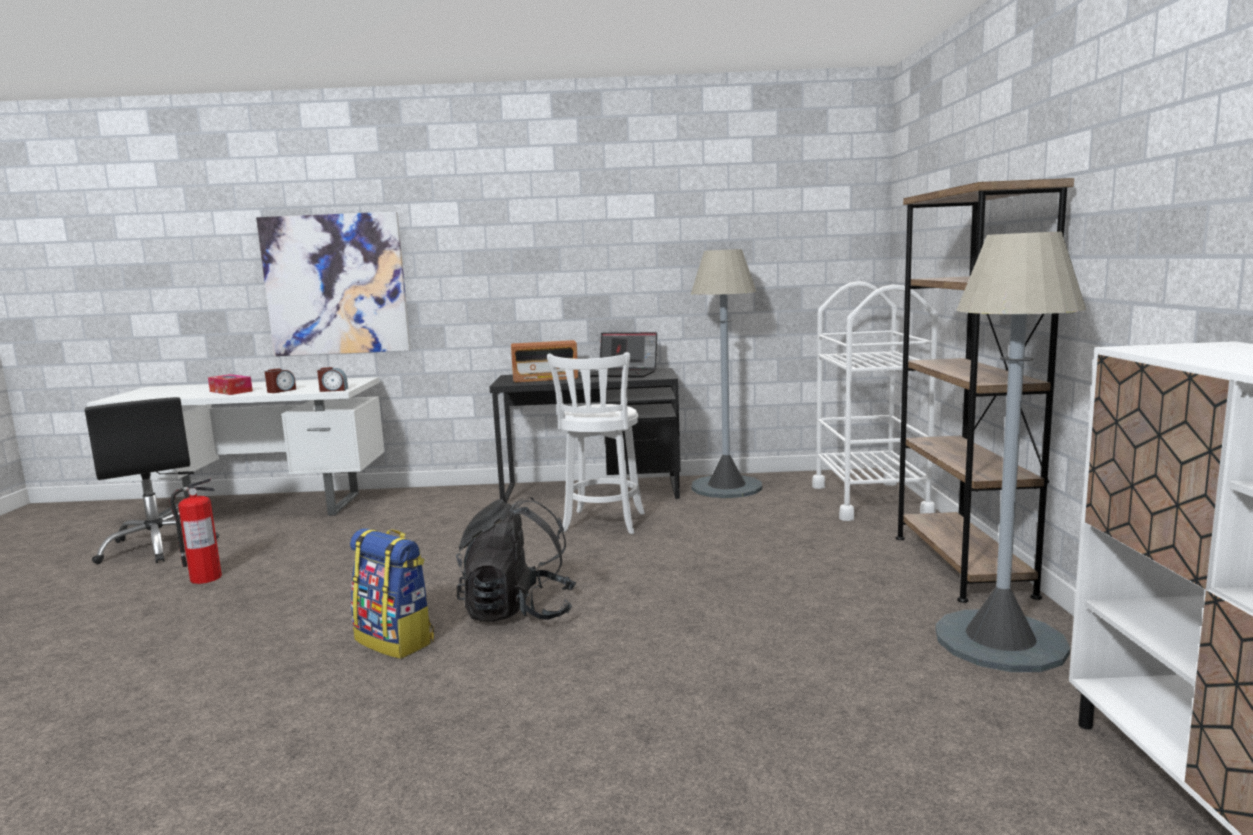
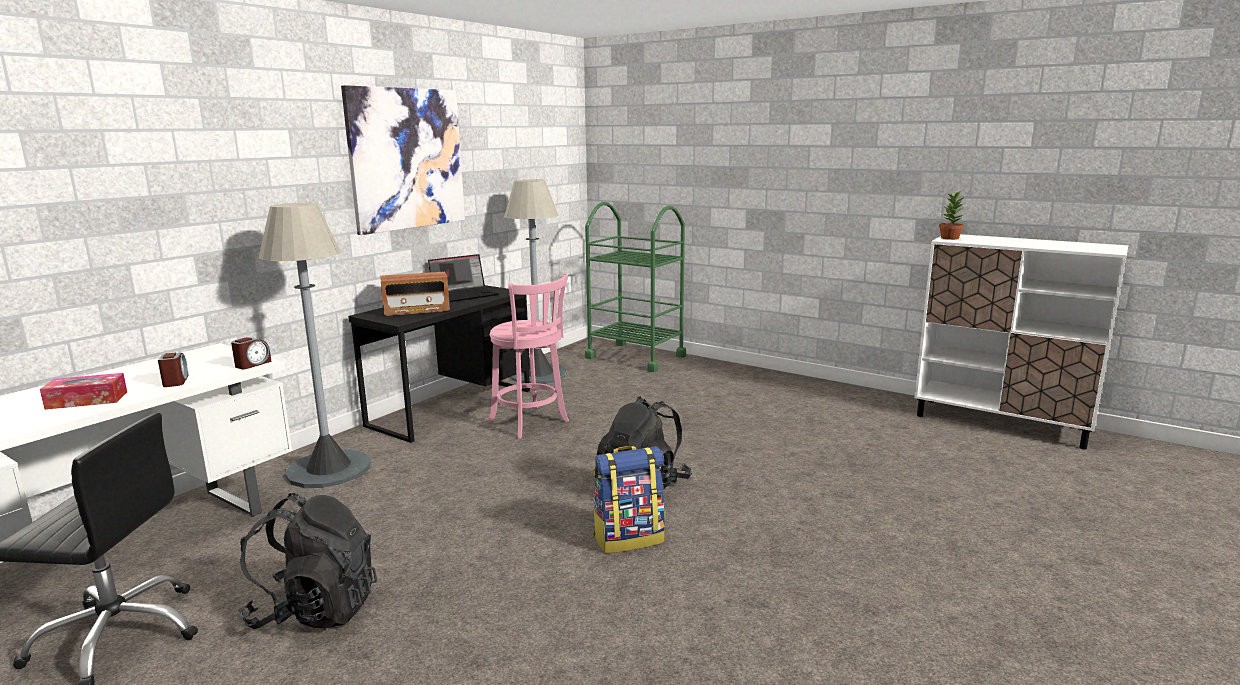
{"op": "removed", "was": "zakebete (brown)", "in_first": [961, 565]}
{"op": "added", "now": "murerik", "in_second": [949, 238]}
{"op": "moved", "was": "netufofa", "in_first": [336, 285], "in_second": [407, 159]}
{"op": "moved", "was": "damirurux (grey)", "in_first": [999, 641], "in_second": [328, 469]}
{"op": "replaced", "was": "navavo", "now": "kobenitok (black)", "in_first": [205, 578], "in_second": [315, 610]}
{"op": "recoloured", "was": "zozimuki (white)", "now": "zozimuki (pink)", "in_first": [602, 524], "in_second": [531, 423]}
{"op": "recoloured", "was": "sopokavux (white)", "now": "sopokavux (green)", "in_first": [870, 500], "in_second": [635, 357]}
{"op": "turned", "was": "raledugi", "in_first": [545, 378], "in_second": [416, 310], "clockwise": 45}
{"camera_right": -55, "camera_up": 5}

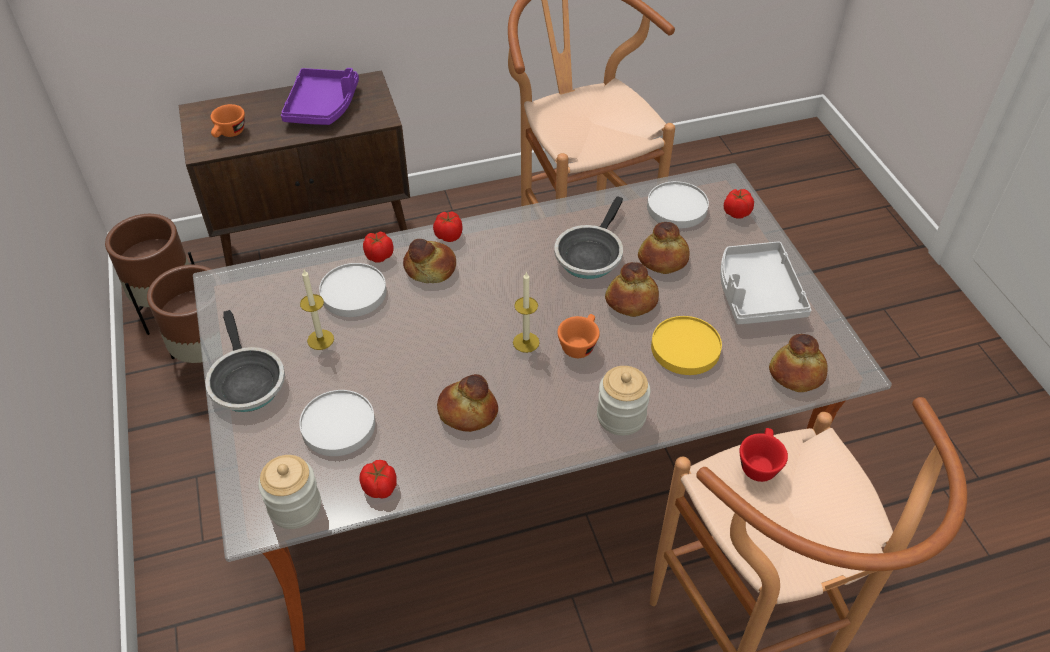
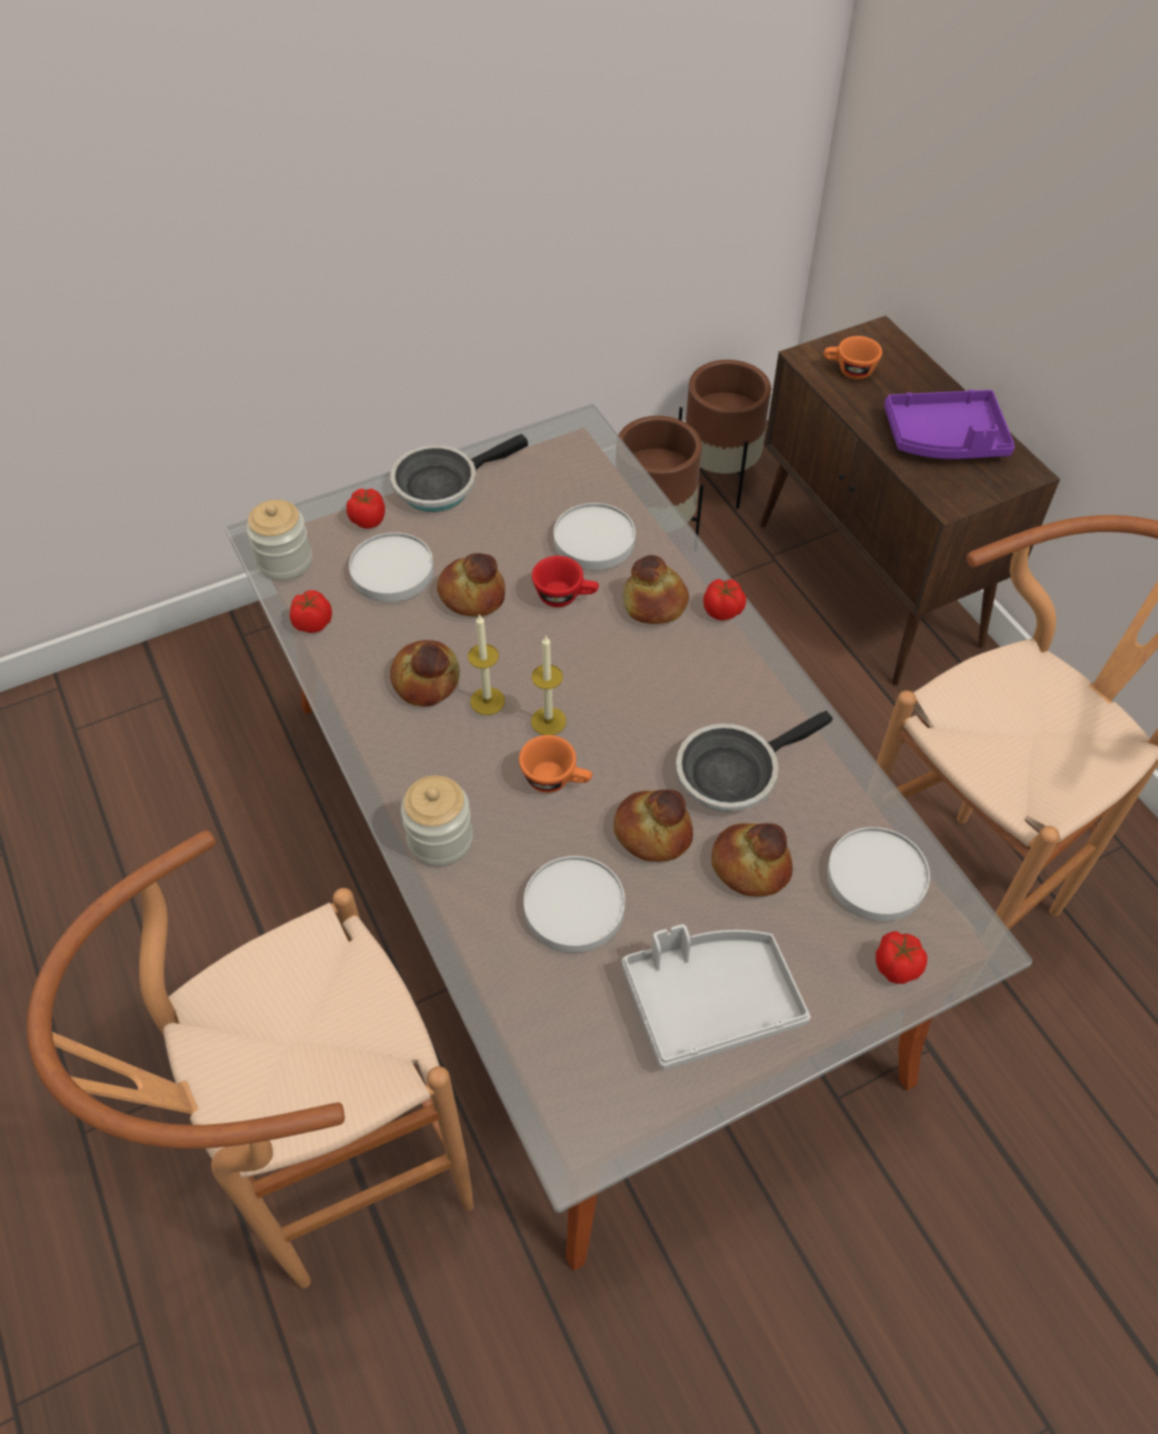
{"op": "moved", "was": "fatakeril", "in_first": [320, 339], "in_second": [487, 701]}
{"op": "moved", "was": "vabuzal", "in_first": [378, 255], "in_second": [368, 519]}
{"op": "moved", "was": "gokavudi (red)", "in_first": [759, 463], "in_second": [565, 596]}
{"op": "moved", "was": "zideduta", "in_first": [796, 373], "in_second": [472, 594]}
{"op": "recoloured", "was": "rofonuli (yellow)", "now": "rofonuli (white)", "in_first": [686, 348], "in_second": [574, 908]}
{"op": "turned", "was": "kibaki", "in_first": [590, 254], "in_second": [733, 772], "clockwise": -45}
{"camera_right": 80, "camera_up": 5}

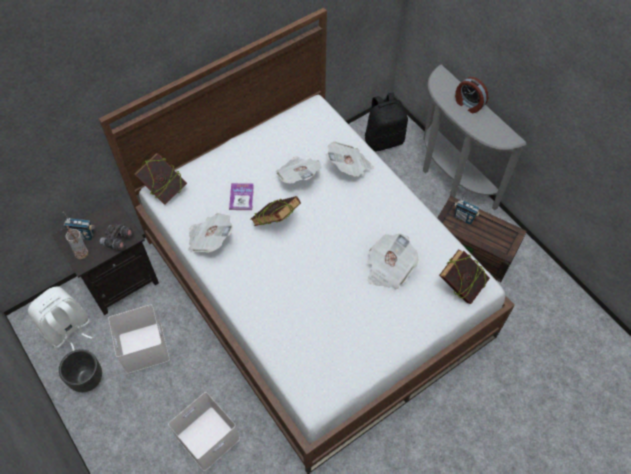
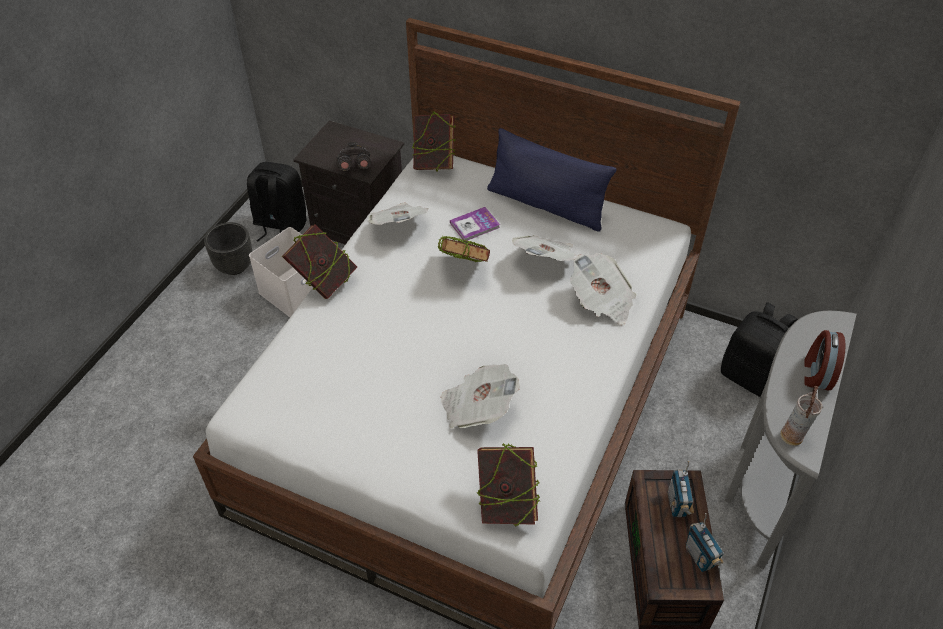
{"op": "removed", "was": "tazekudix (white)", "in_first": [208, 436]}
{"op": "added", "now": "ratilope", "in_second": [323, 282]}
{"op": "added", "now": "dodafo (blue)", "in_second": [546, 205]}
{"op": "moved", "was": "raledugi", "in_first": [83, 235], "in_second": [700, 557]}
{"op": "moved", "was": "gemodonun", "in_first": [82, 253], "in_second": [792, 437]}
{"op": "recoloured", "was": "kobenitok (white)", "now": "kobenitok (black)", "in_first": [68, 330], "in_second": [280, 224]}
{"camera_right": 60, "camera_up": -10}

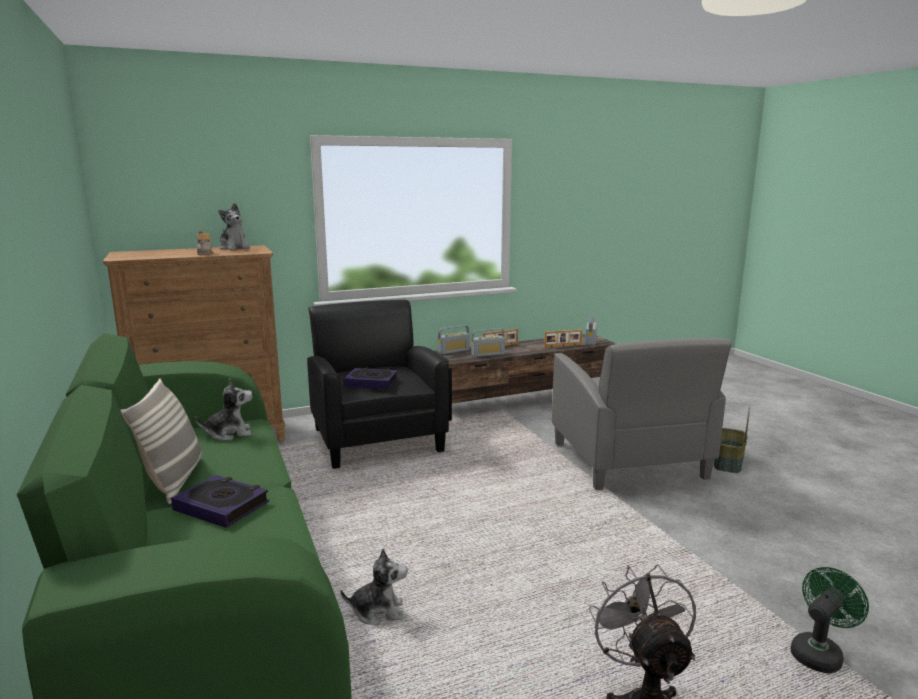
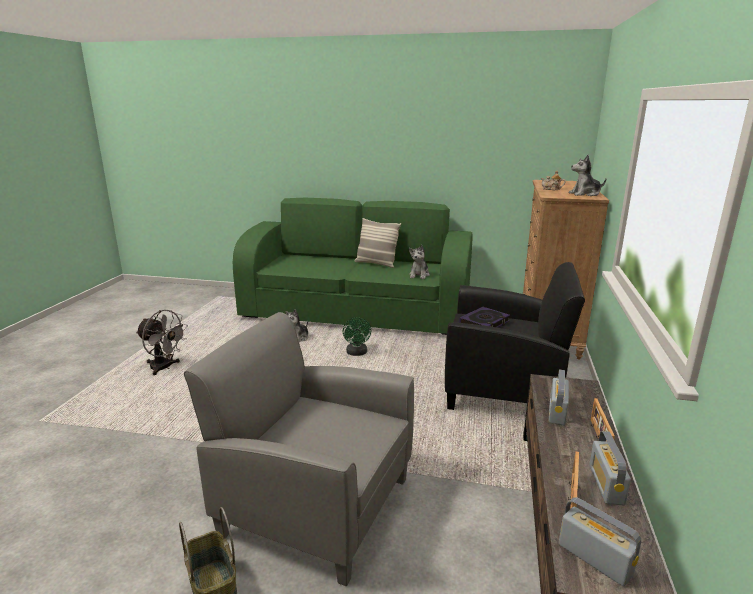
{"op": "removed", "was": "ratilope", "in_first": [221, 506]}
{"op": "moved", "was": "raledugi", "in_first": [453, 351], "in_second": [606, 484]}
{"op": "moved", "was": "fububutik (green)", "in_first": [819, 653], "in_second": [357, 353]}
{"camera_right": 125, "camera_up": 5}

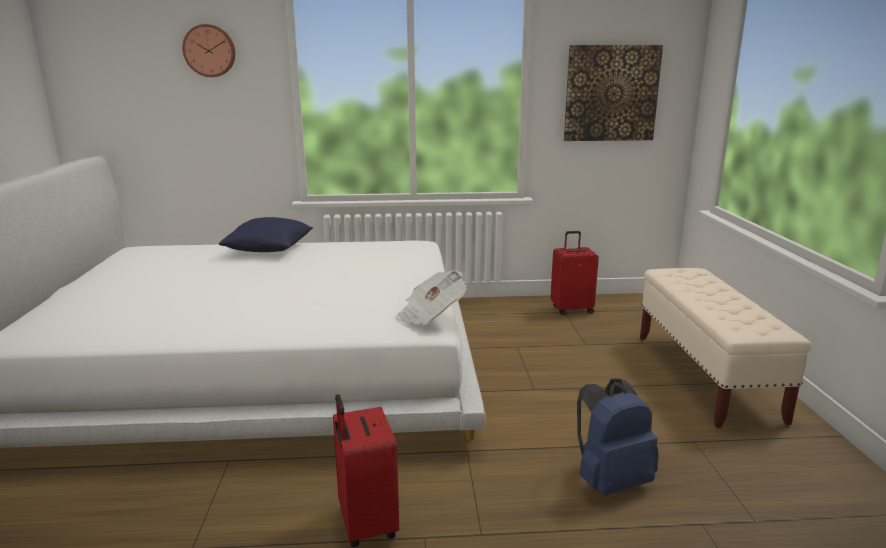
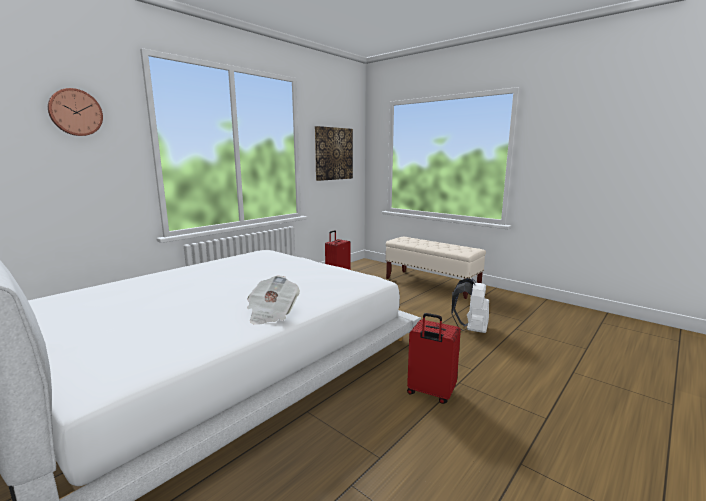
{"op": "removed", "was": "dodafo (blue)", "in_first": [270, 250]}
{"op": "moved", "was": "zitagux", "in_first": [430, 315], "in_second": [272, 313]}
{"op": "recoloured", "was": "kobenitok (blue)", "now": "kobenitok (white)", "in_first": [610, 481], "in_second": [471, 329]}
{"camera_right": -45, "camera_up": -5}

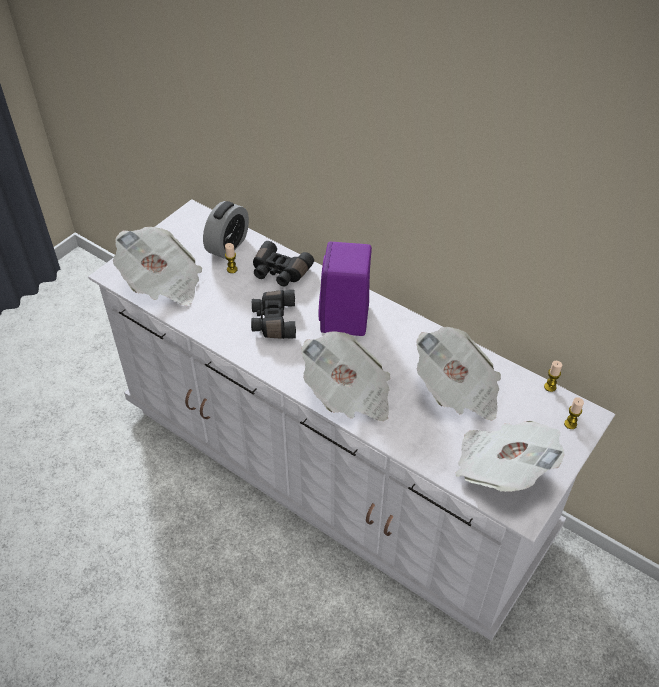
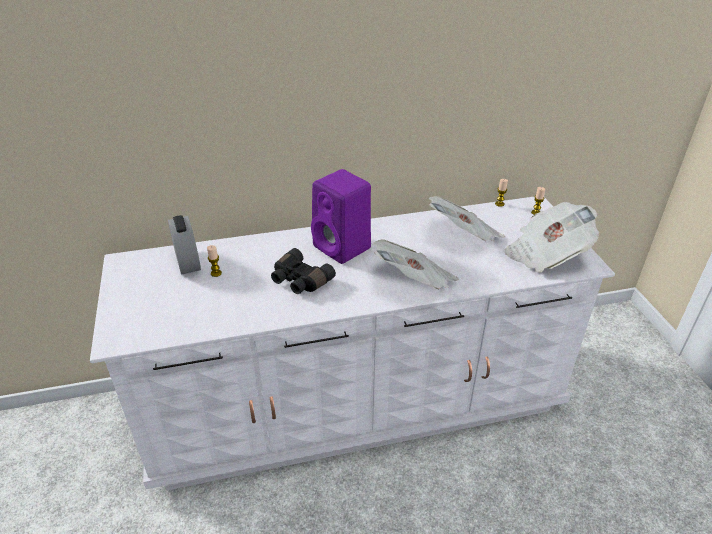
{"op": "removed", "was": "zitagux", "in_first": [162, 283]}
{"op": "removed", "was": "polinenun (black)", "in_first": [279, 272]}
{"camera_right": -50, "camera_up": -10}

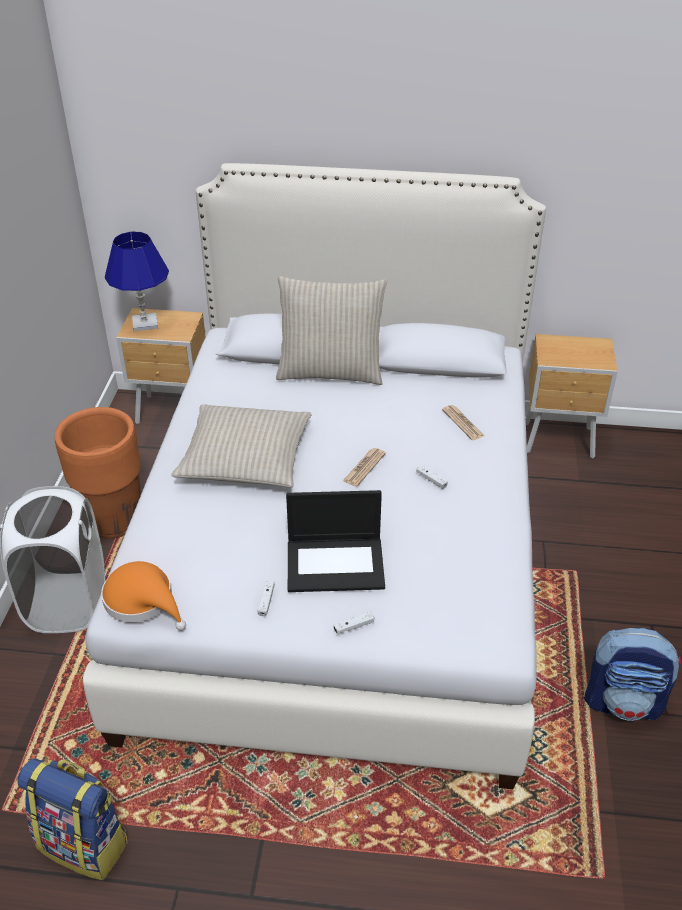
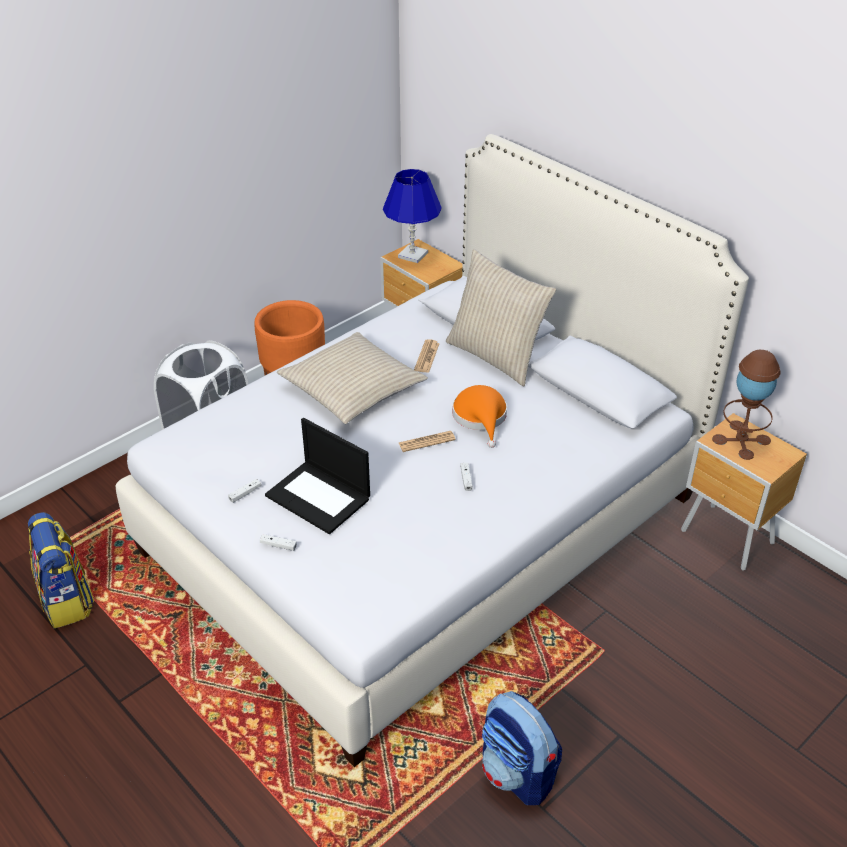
{"op": "added", "now": "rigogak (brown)", "in_second": [741, 440]}
{"op": "moved", "was": "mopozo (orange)", "in_first": [143, 601], "in_second": [481, 417]}
{"op": "moved", "was": "zitagux", "in_first": [463, 423], "in_second": [427, 357]}
{"camera_right": 40, "camera_up": 0}

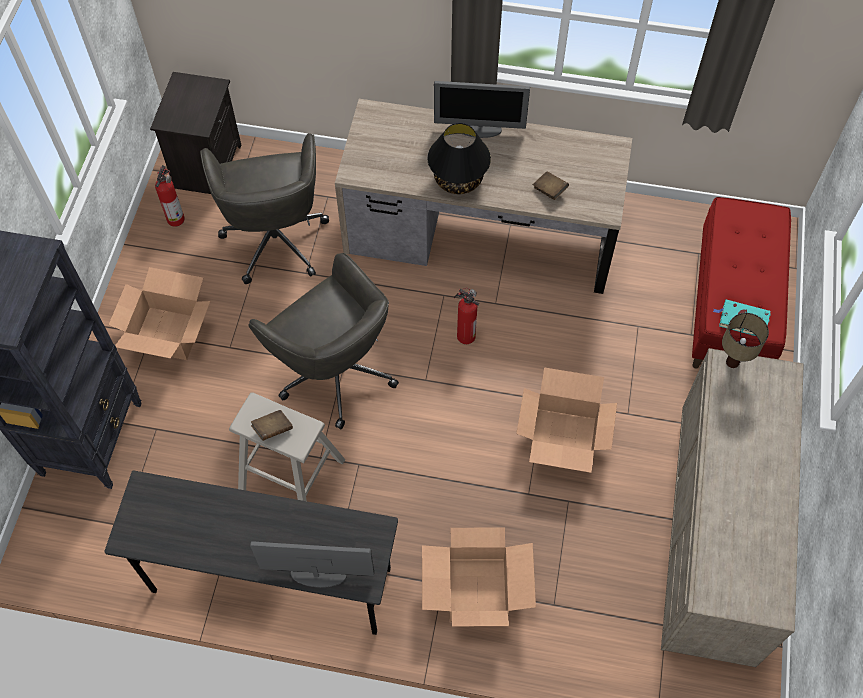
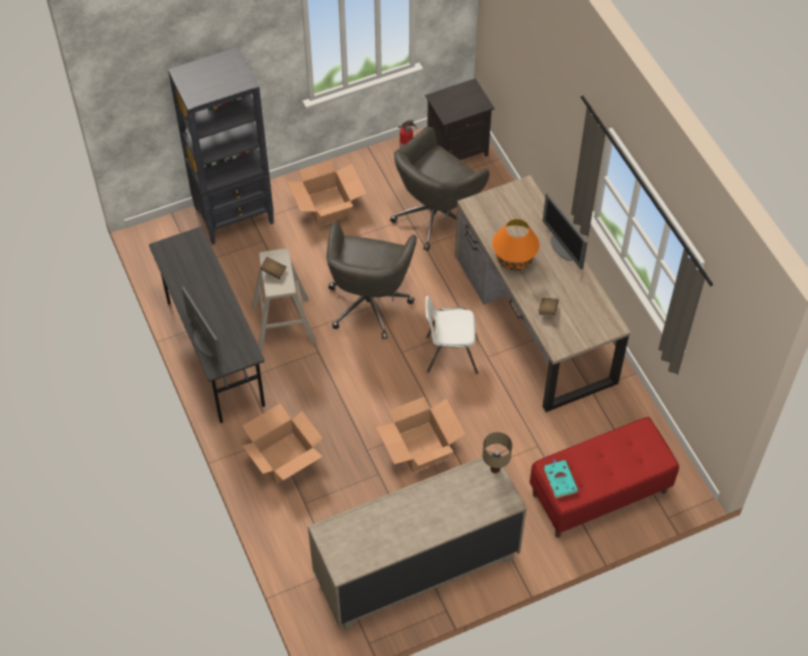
{"op": "replaced", "was": "navavo", "now": "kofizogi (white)", "in_first": [465, 335], "in_second": [450, 354]}
{"op": "recoloured", "was": "rigogak (black)", "now": "rigogak (orange)", "in_first": [458, 179], "in_second": [514, 259]}
{"camera_right": 55, "camera_up": -5}

